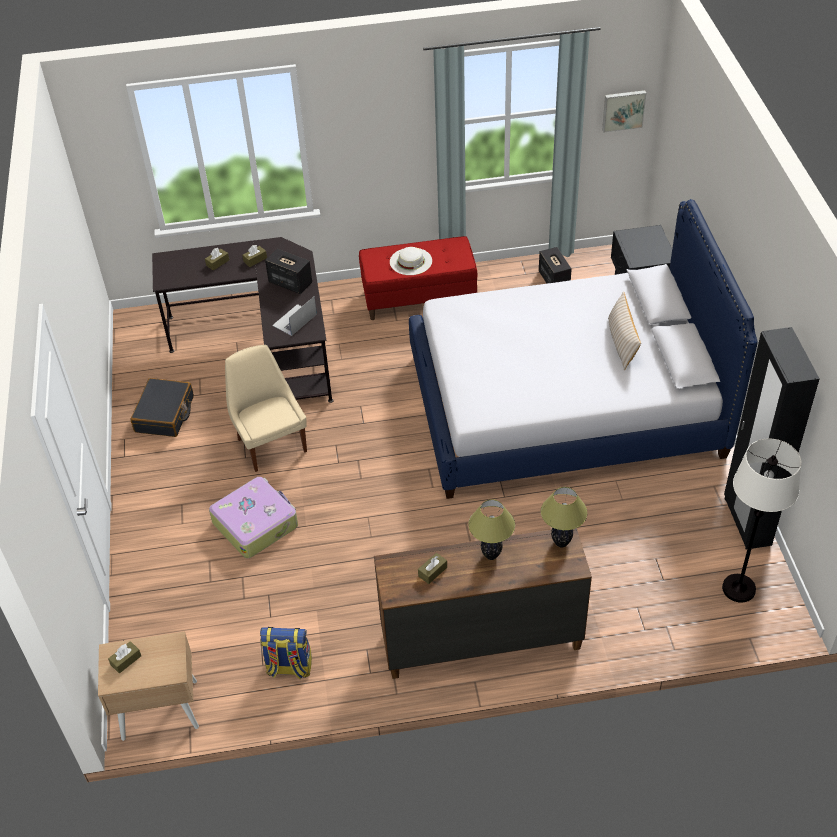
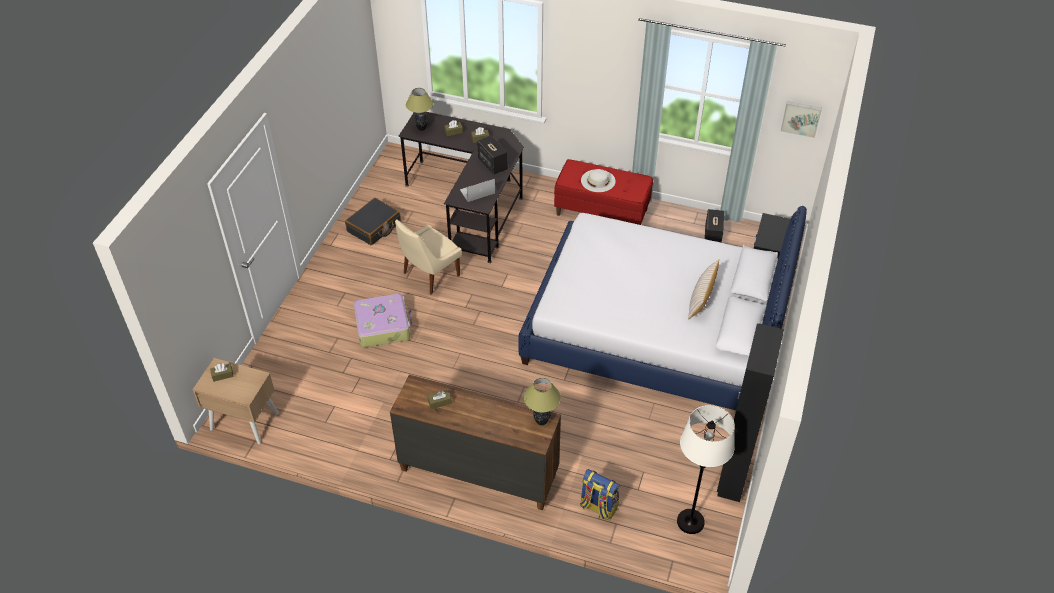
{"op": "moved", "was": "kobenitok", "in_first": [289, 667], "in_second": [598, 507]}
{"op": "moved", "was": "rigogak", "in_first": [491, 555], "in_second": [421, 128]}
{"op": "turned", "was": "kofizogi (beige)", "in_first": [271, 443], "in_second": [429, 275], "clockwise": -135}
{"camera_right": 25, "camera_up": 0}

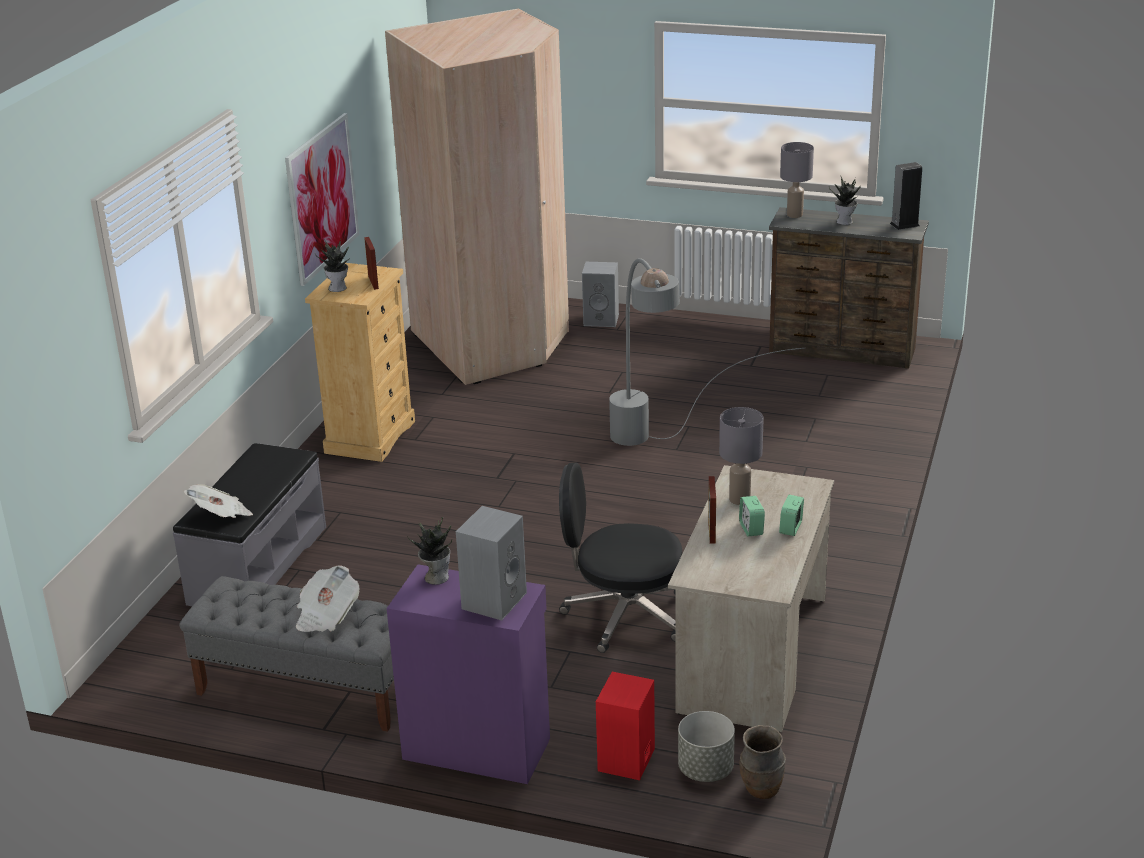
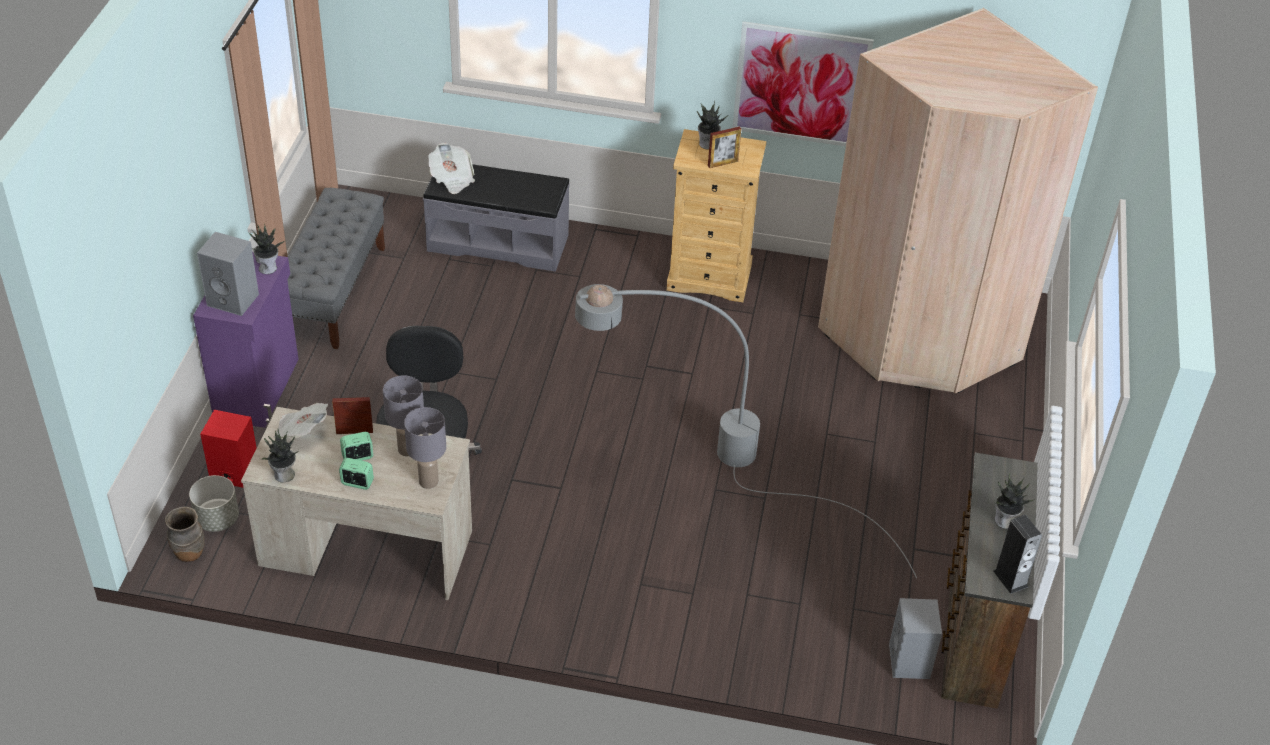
{"op": "added", "now": "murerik", "in_second": [284, 475]}
{"op": "moved", "was": "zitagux", "in_first": [326, 615], "in_second": [301, 431]}
{"op": "moved", "was": "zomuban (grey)", "in_first": [602, 320], "in_second": [910, 662]}
{"op": "moved", "was": "rigogak (grey)", "in_first": [794, 215], "in_second": [429, 481]}
{"camera_right": 80, "camera_up": 15}

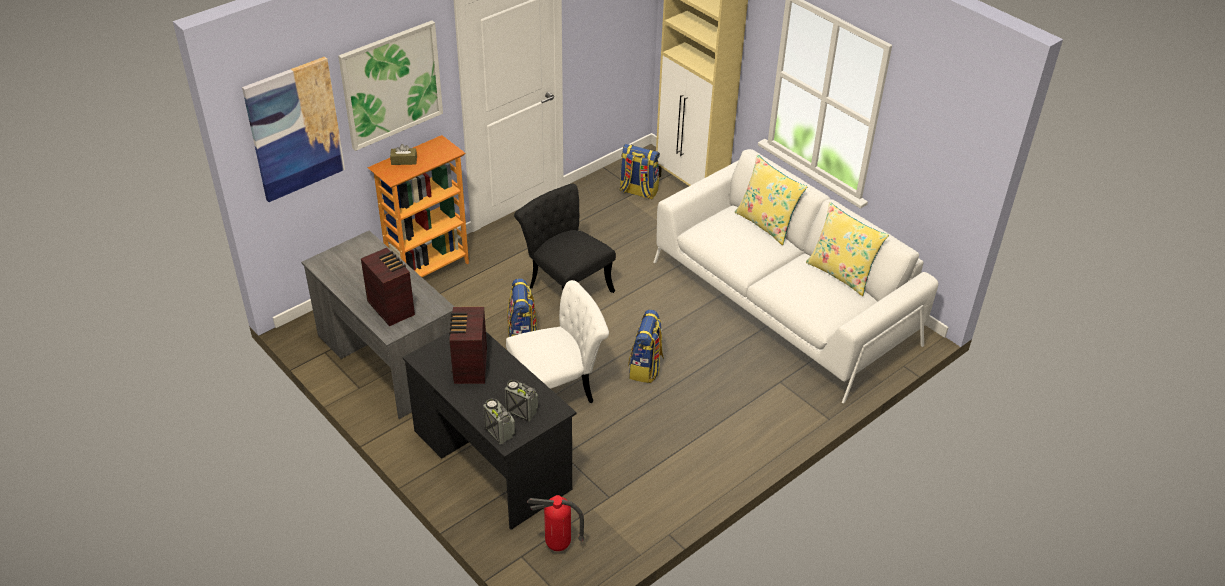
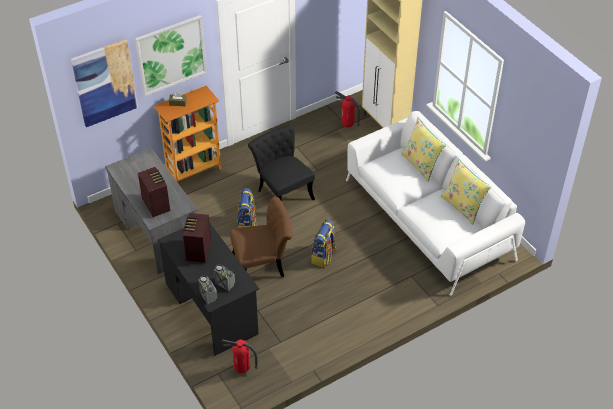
{"op": "replaced", "was": "kobenitok", "now": "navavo", "in_first": [638, 191], "in_second": [347, 126]}
{"op": "recoloured", "was": "kofizogi (white)", "now": "kofizogi (brown)", "in_first": [558, 390], "in_second": [263, 266]}
{"camera_right": 10, "camera_up": 5}

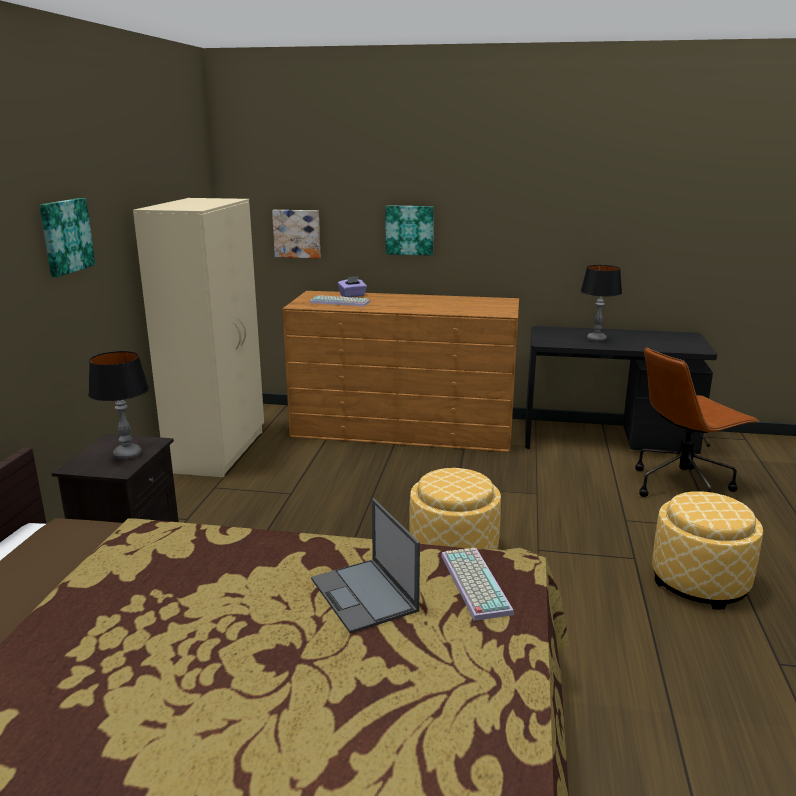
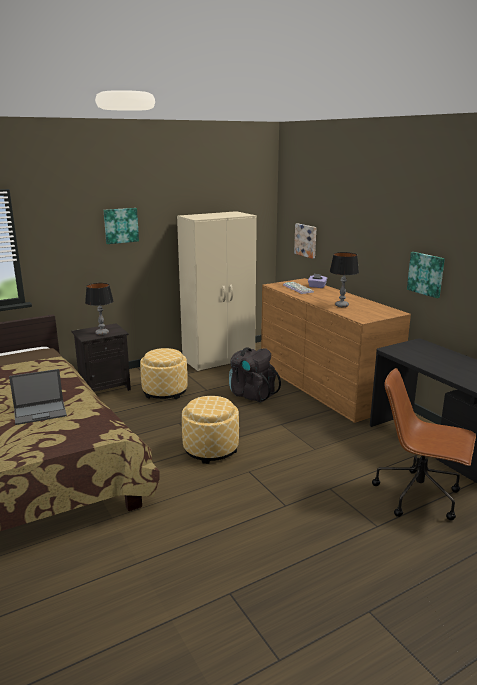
{"op": "removed", "was": "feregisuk", "in_first": [472, 583]}
{"op": "added", "now": "kobenitok (black)", "in_second": [252, 394]}
{"op": "moved", "was": "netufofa", "in_first": [409, 230], "in_second": [426, 274]}
{"op": "moved", "was": "rigogak", "in_first": [596, 339], "in_second": [341, 305]}
{"op": "moved", "was": "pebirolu", "in_first": [699, 582], "in_second": [165, 391]}
{"op": "turned", "was": "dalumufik", "in_first": [364, 595], "in_second": [41, 412], "clockwise": -135}
{"camera_right": 50, "camera_up": 0}

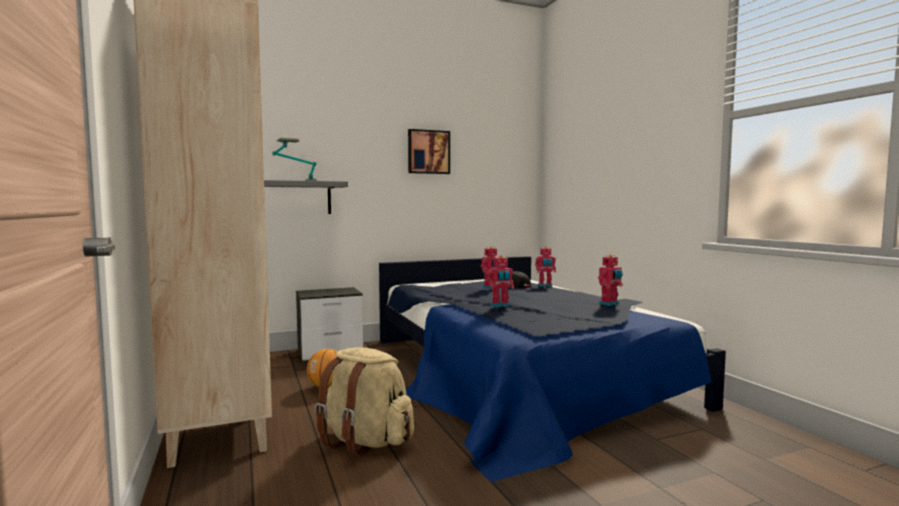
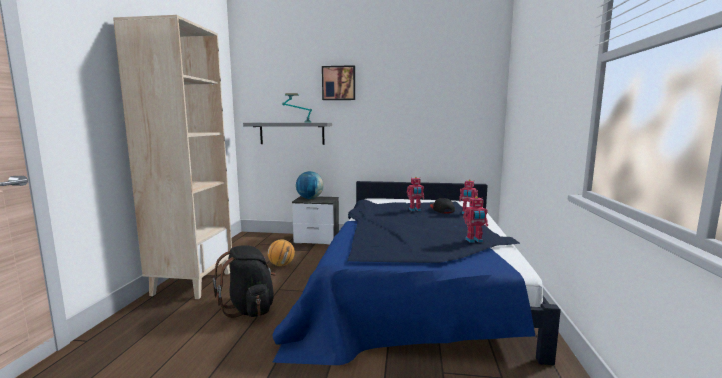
{"op": "removed", "was": "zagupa", "in_first": [500, 306]}
{"op": "added", "now": "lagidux", "in_second": [310, 198]}
{"op": "moved", "was": "netufofa", "in_first": [428, 152], "in_second": [339, 83]}
{"op": "recoloured", "was": "kobenitok (beige)", "now": "kobenitok (black)", "in_first": [365, 442], "in_second": [249, 308]}
{"camera_right": 30, "camera_up": 5}

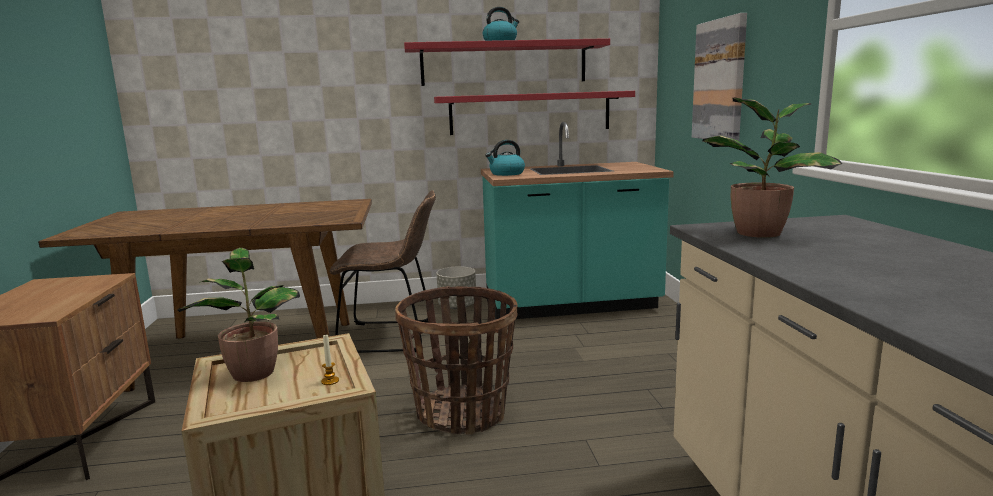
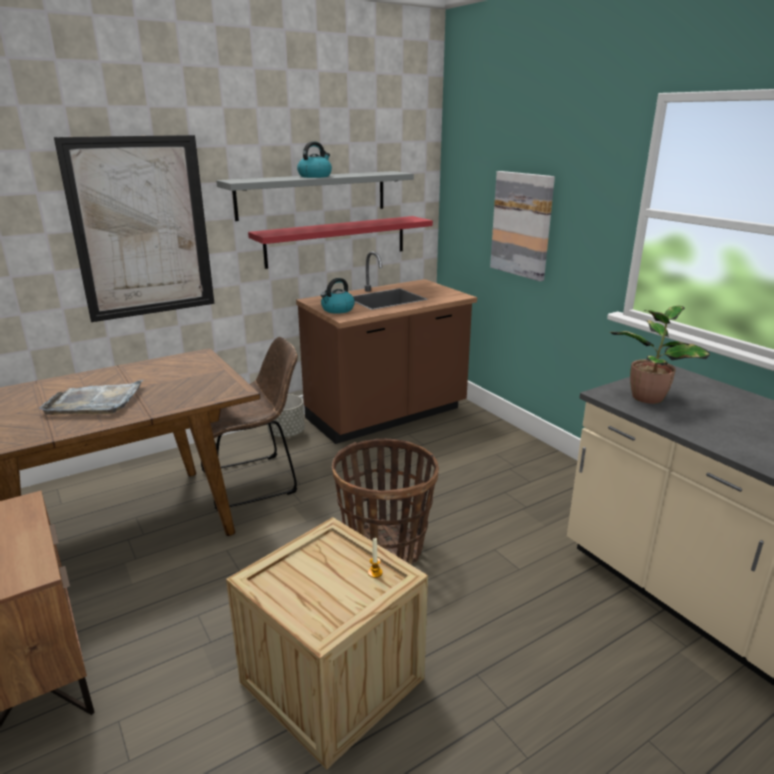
{"op": "removed", "was": "murerik", "in_first": [253, 372]}
{"op": "added", "now": "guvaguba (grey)", "in_second": [95, 401]}
{"op": "added", "now": "netufofa", "in_second": [142, 229]}
{"op": "recoloured", "was": "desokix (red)", "now": "desokix (grey)", "in_first": [504, 63], "in_second": [312, 195]}
{"op": "recoloured", "was": "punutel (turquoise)", "now": "punutel (brown)", "in_first": [571, 305], "in_second": [387, 415]}
{"camera_right": -25, "camera_up": 10}

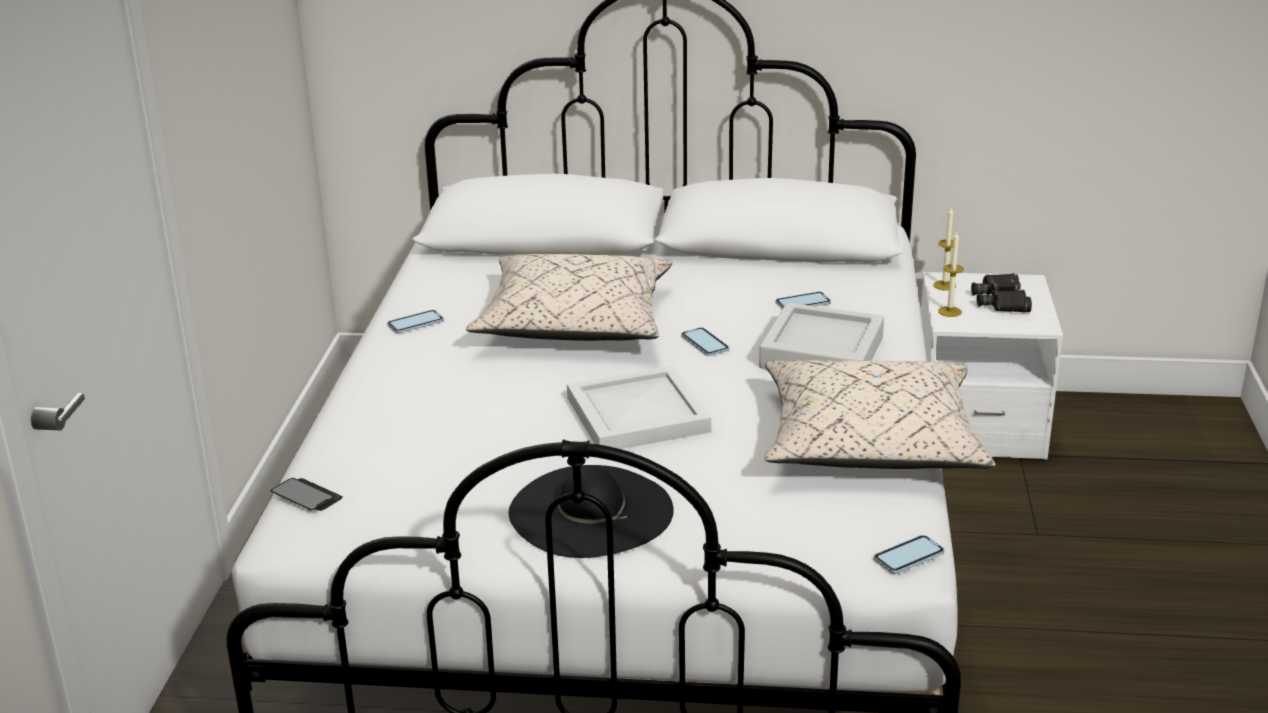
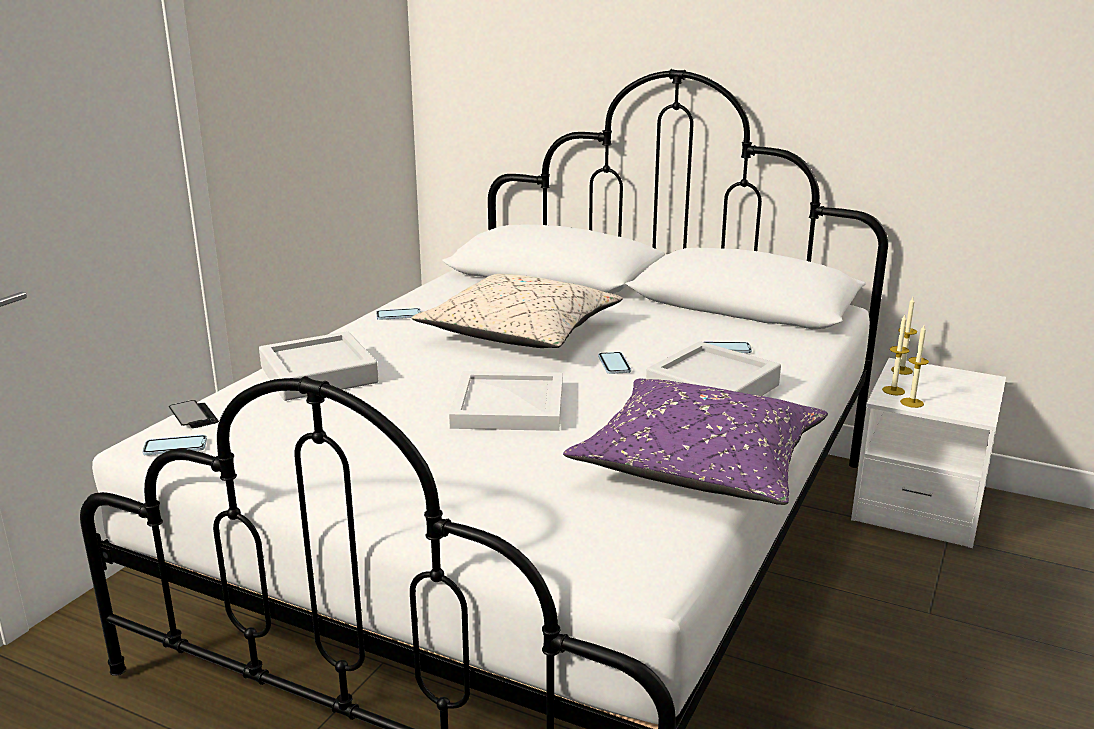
{"op": "removed", "was": "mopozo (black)", "in_first": [590, 511]}
{"op": "removed", "was": "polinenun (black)", "in_first": [1001, 300]}
{"op": "added", "now": "guvaguba (grey)", "in_second": [319, 375]}
{"op": "added", "now": "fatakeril", "in_second": [912, 402]}
{"op": "moved", "was": "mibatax", "in_first": [908, 556], "in_second": [175, 447]}
{"op": "recoloured", "was": "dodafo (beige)", "now": "dodafo (purple)", "in_first": [870, 442], "in_second": [699, 466]}
{"camera_right": 20, "camera_up": -5}

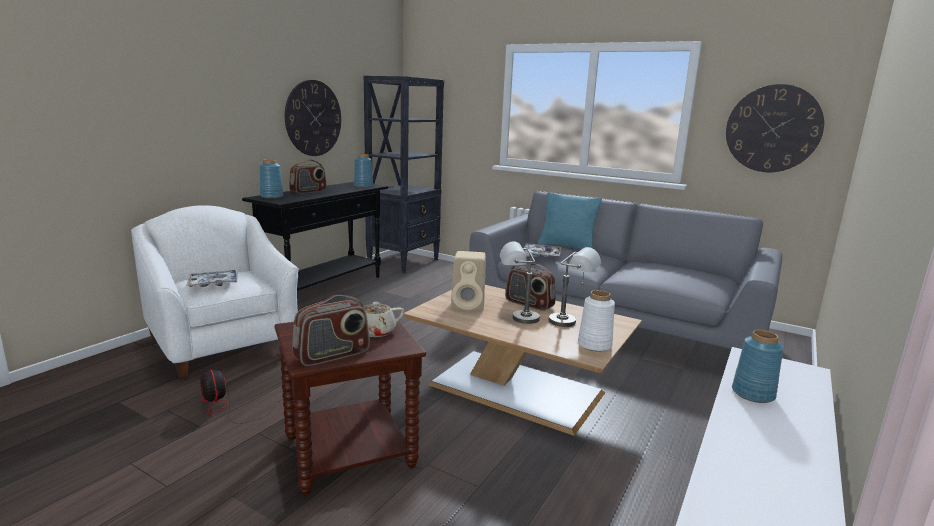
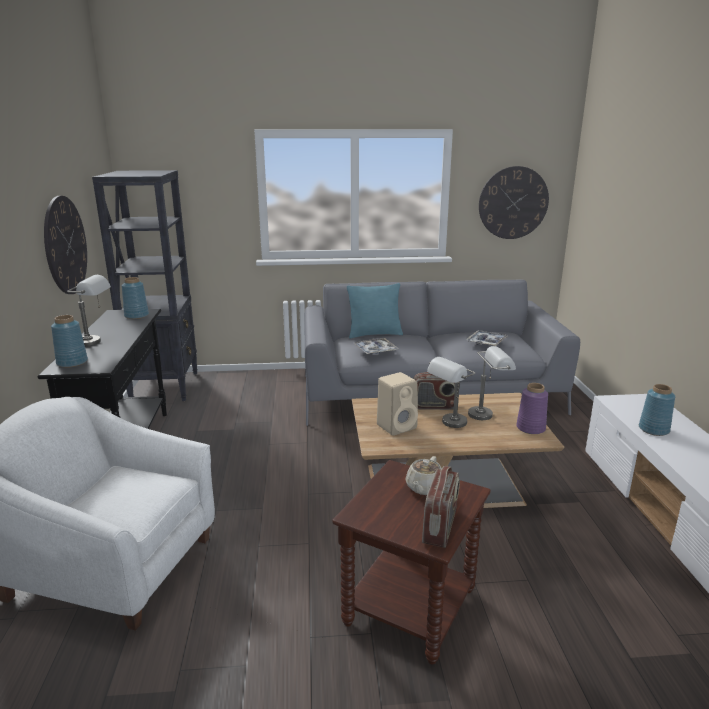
{"op": "removed", "was": "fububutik", "in_first": [231, 408]}
{"op": "moved", "was": "guvaguba", "in_first": [214, 284], "in_second": [486, 342]}
{"op": "replaced", "was": "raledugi", "now": "rigogak (grey)", "in_first": [308, 191], "in_second": [96, 342]}
{"op": "recoloured", "was": "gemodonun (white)", "now": "gemodonun (purple)", "in_first": [594, 345], "in_second": [531, 428]}
{"camera_right": -35, "camera_up": 5}

